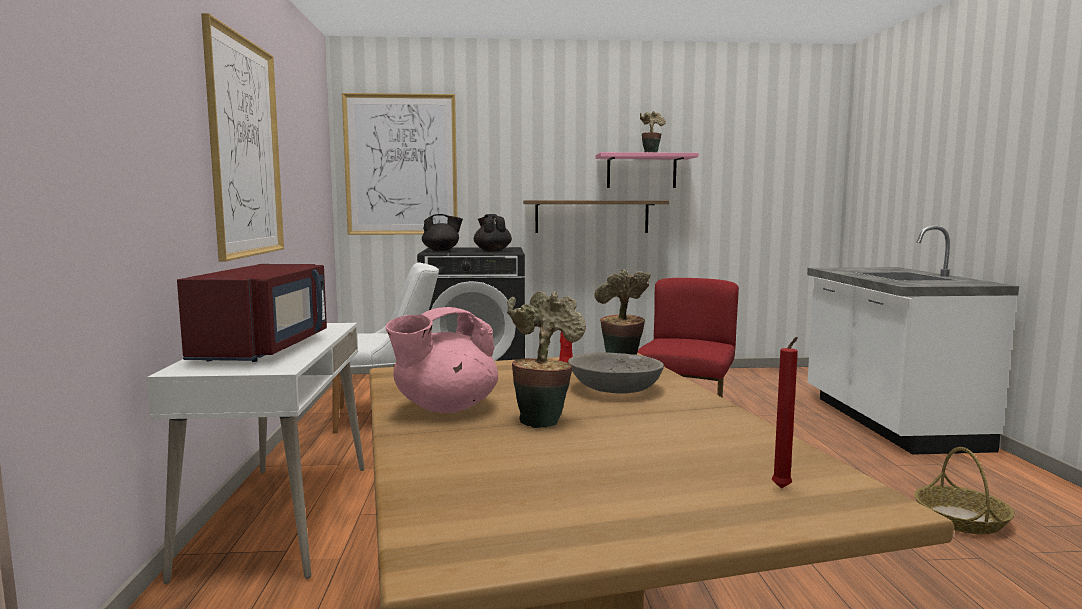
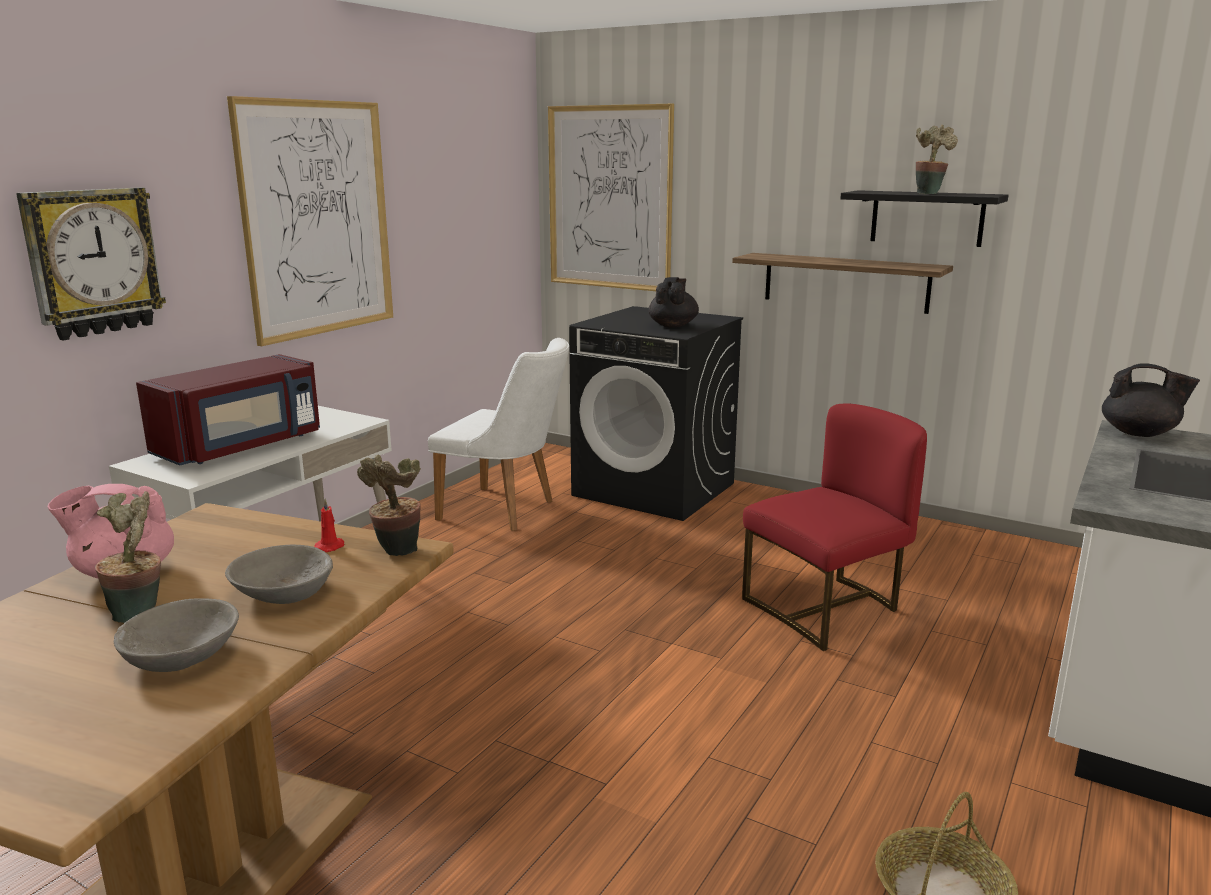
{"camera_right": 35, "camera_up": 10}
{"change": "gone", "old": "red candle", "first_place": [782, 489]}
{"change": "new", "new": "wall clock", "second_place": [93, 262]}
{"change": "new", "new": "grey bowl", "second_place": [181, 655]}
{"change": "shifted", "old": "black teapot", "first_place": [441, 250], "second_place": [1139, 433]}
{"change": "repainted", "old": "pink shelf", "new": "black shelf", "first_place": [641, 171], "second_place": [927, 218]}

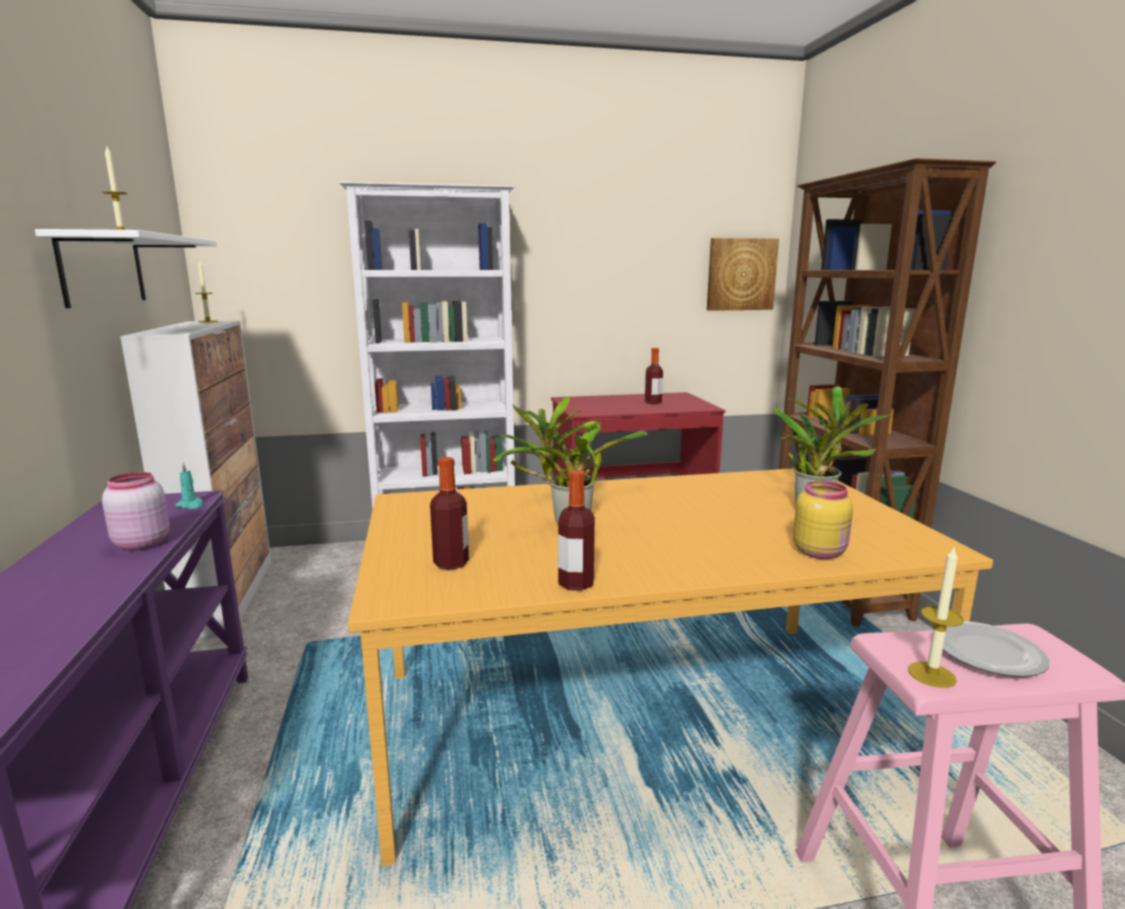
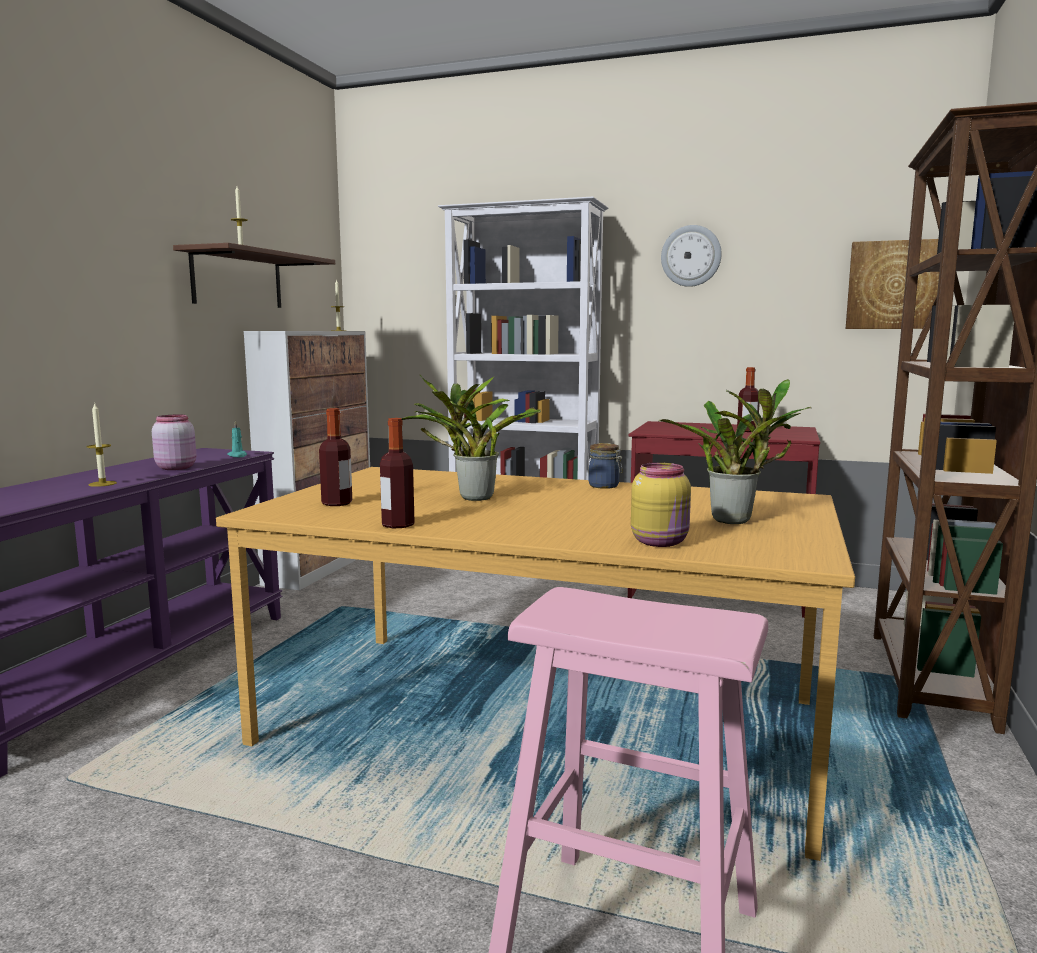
{"camera_right": 30, "camera_up": -5}
{"change": "gone", "old": "plate", "first_place": [986, 653]}
{"change": "new", "new": "jar", "second_place": [605, 486]}
{"change": "new", "new": "wall clock", "second_place": [691, 256]}
{"change": "shifted", "old": "candle", "first_place": [931, 675], "second_place": [102, 484]}
{"change": "repainted", "old": "white shelf", "new": "brown shelf", "first_place": [103, 269], "second_place": [237, 280]}

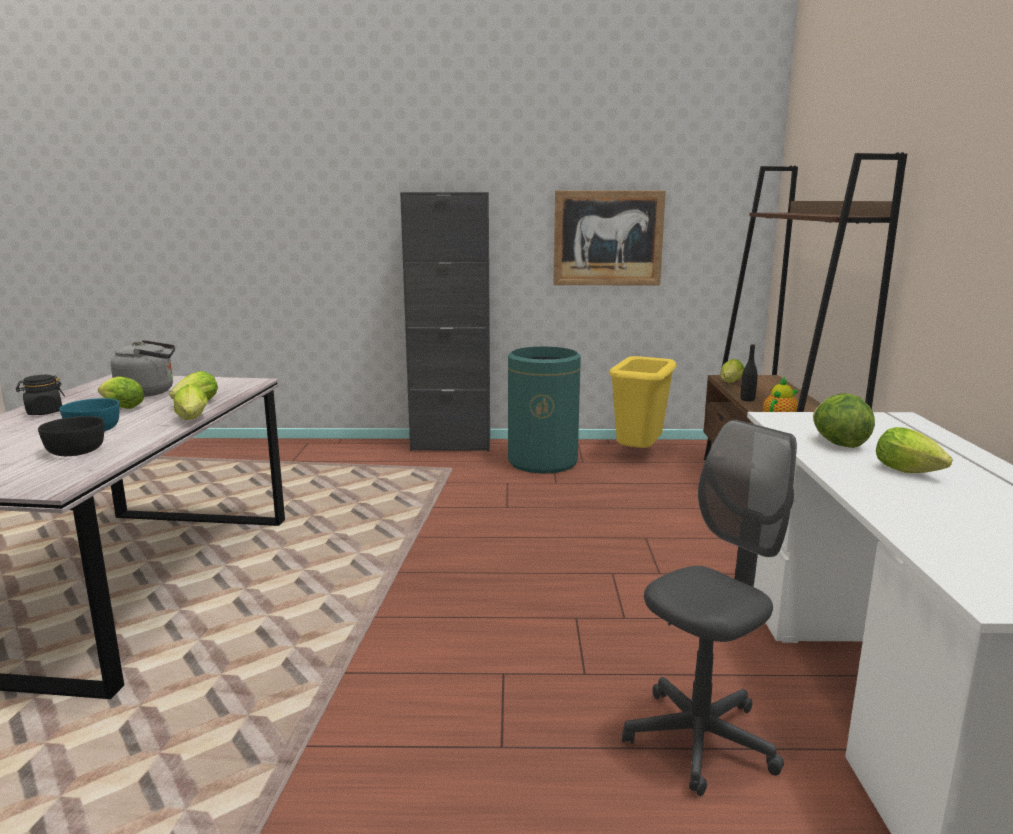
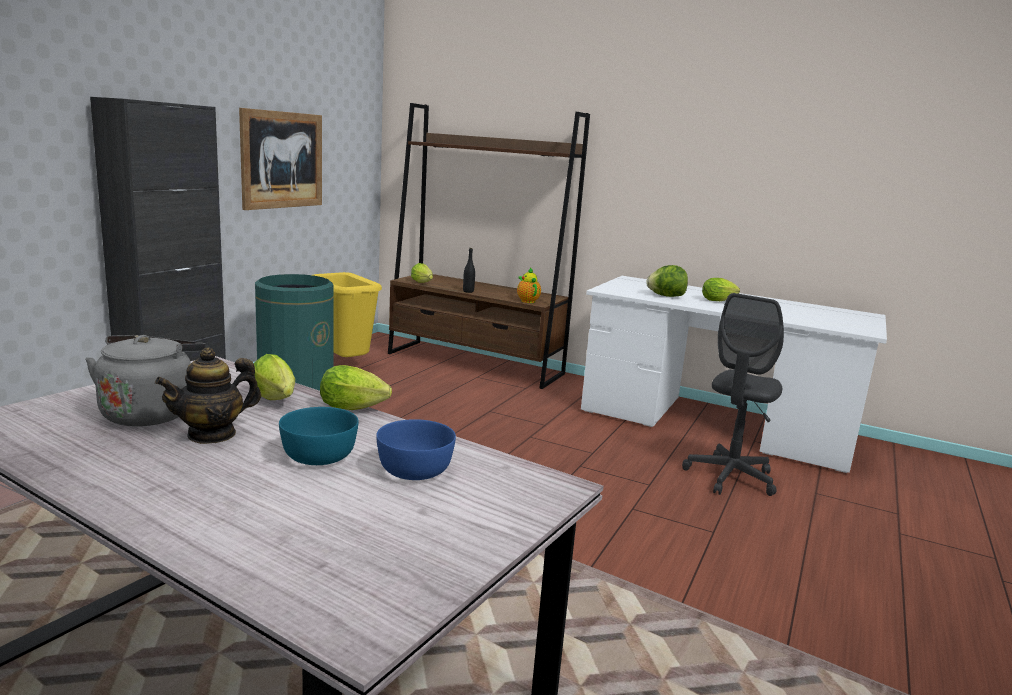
{"camera_right": -65, "camera_up": 0}
{"change": "gone", "old": "black jar", "first_place": [44, 412]}
{"change": "swapped", "old": "lettuce", "new": "teapot", "first_place": [120, 407], "second_place": [212, 434]}
{"change": "repainted", "old": "black bowl", "new": "blue bowl", "first_place": [74, 451], "second_place": [415, 470]}
{"change": "rotated", "old": "grey office chair", "first_place": [700, 740], "second_place": [730, 477], "degrees": -135}

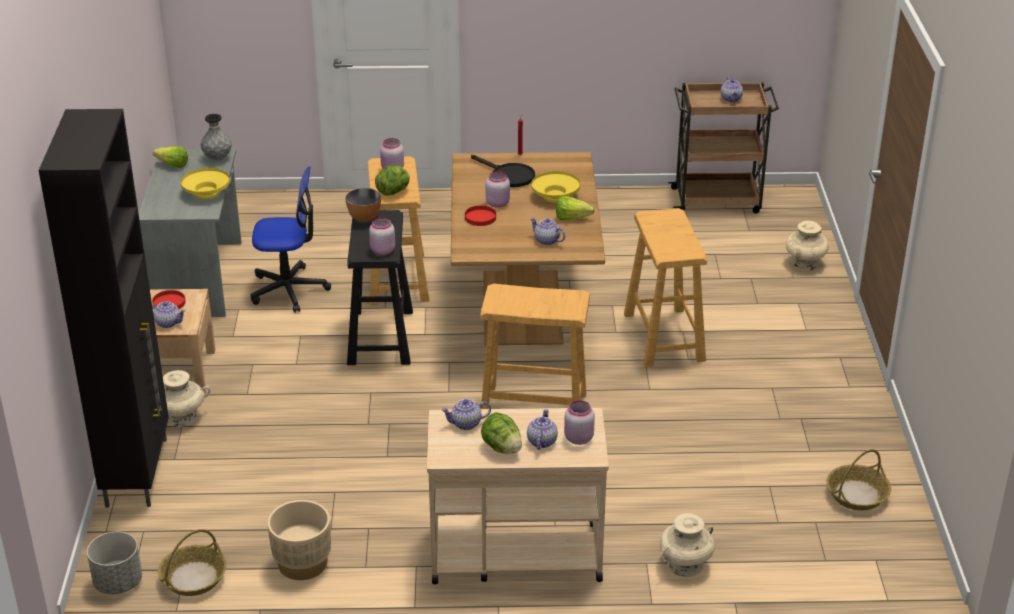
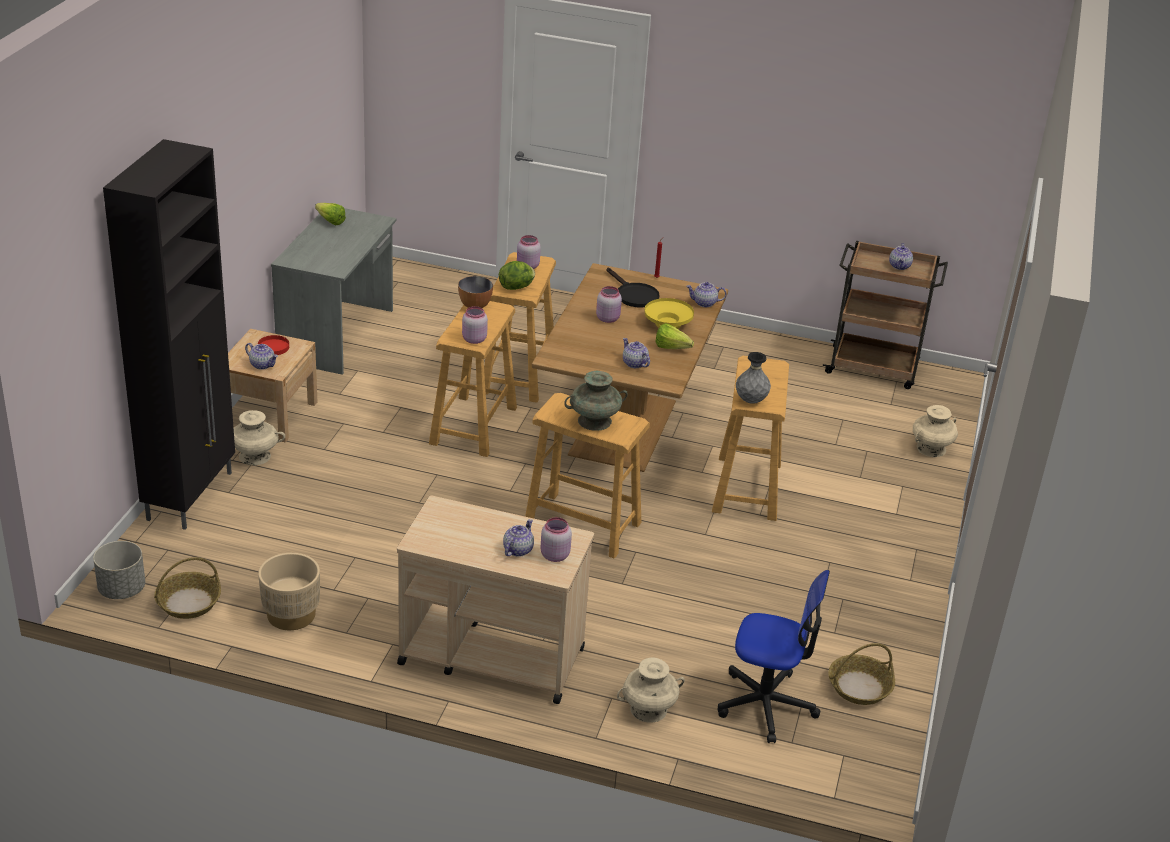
{"camera_right": 15, "camera_up": 0}
{"change": "gone", "old": "yellow bowl", "first_place": [206, 193]}
{"change": "gone", "old": "red plate", "first_place": [480, 217]}
{"change": "gone", "old": "lettuce", "first_place": [502, 448]}
{"change": "new", "new": "turquoise vase", "second_place": [594, 421]}
{"change": "shifted", "old": "grey vase", "first_place": [217, 158], "second_place": [751, 401]}
{"change": "shifted", "old": "office chair", "first_place": [289, 289], "second_place": [766, 704]}
{"change": "shifted", "old": "teapot", "first_place": [466, 424], "second_place": [704, 303]}
{"change": "repainted", "old": "black stool", "new": "beige stool", "first_place": [380, 337], "second_place": [474, 425]}

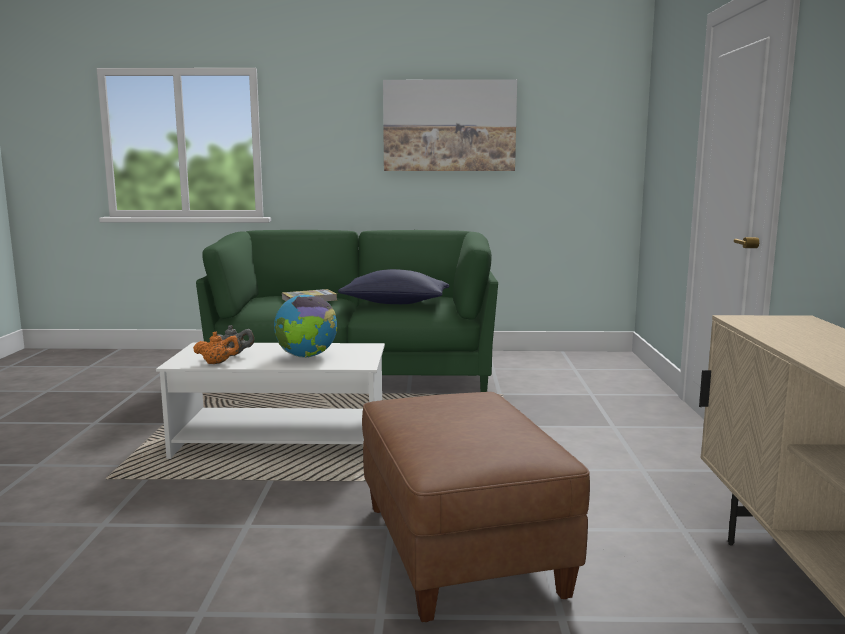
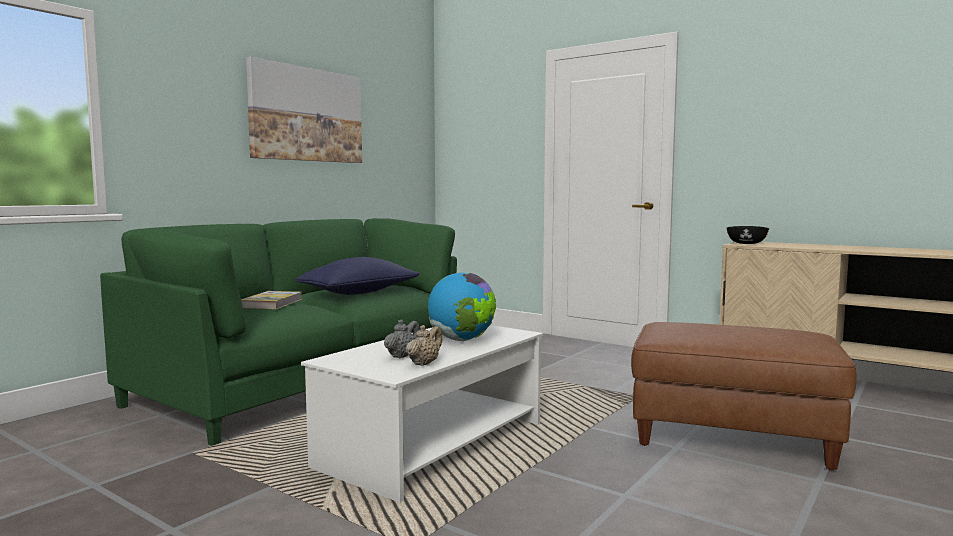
{"camera_right": -55, "camera_up": -5}
{"change": "new", "new": "black bowl", "second_place": [746, 243]}
{"change": "repainted", "old": "orange teapot", "new": "beige teapot", "first_place": [217, 363], "second_place": [424, 363]}

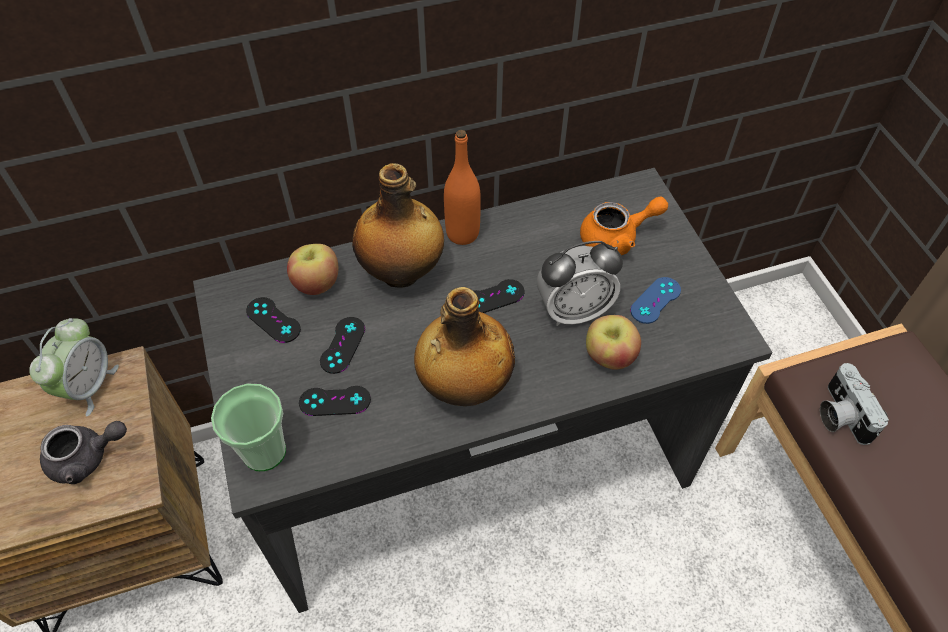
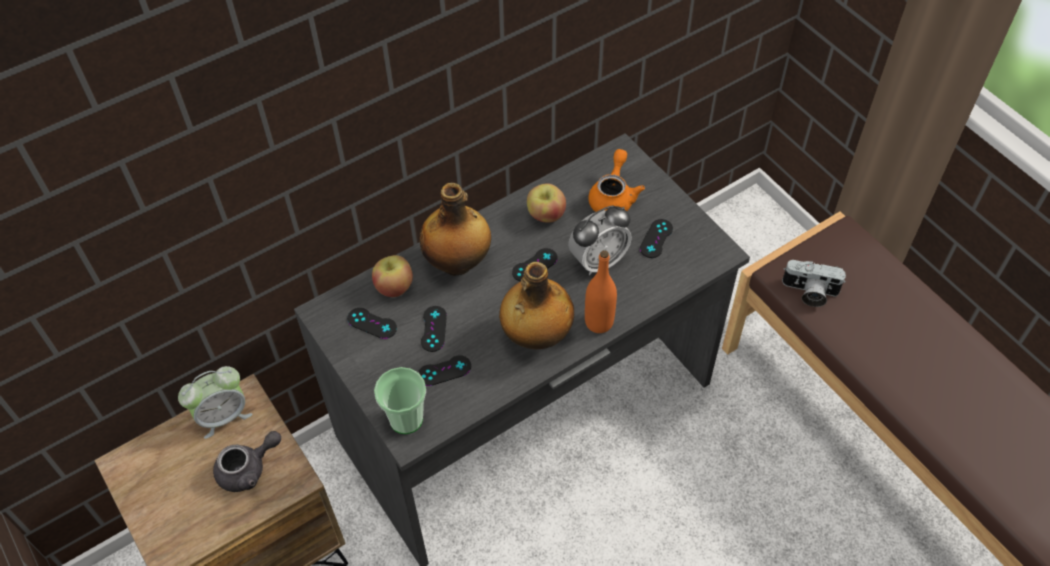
{"camera_right": -15, "camera_up": 0}
{"change": "shifted", "old": "orange bottle", "first_place": [462, 233], "second_place": [599, 322]}
{"change": "shifted", "old": "apple", "first_place": [609, 356], "second_place": [546, 215]}
{"change": "repainted", "old": "blue game controller", "new": "black game controller", "first_place": [655, 300], "second_place": [656, 238]}
{"change": "rotated", "old": "alarm clock", "first_place": [88, 386], "second_place": [223, 416], "degrees": 60}
{"change": "rotated", "old": "orange teapot", "first_place": [617, 238], "second_place": [613, 197], "degrees": -45}
{"change": "rotated", "old": "photo camera", "first_place": [839, 415], "second_place": [809, 292], "degrees": -45}

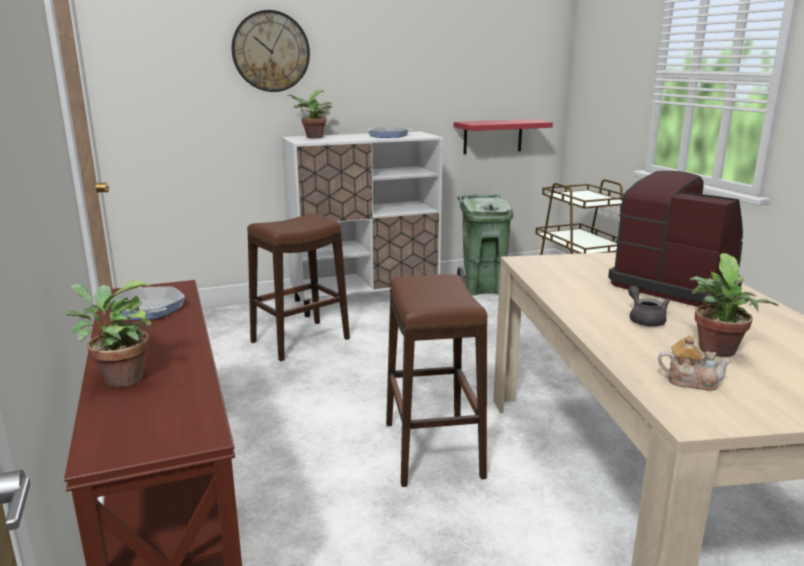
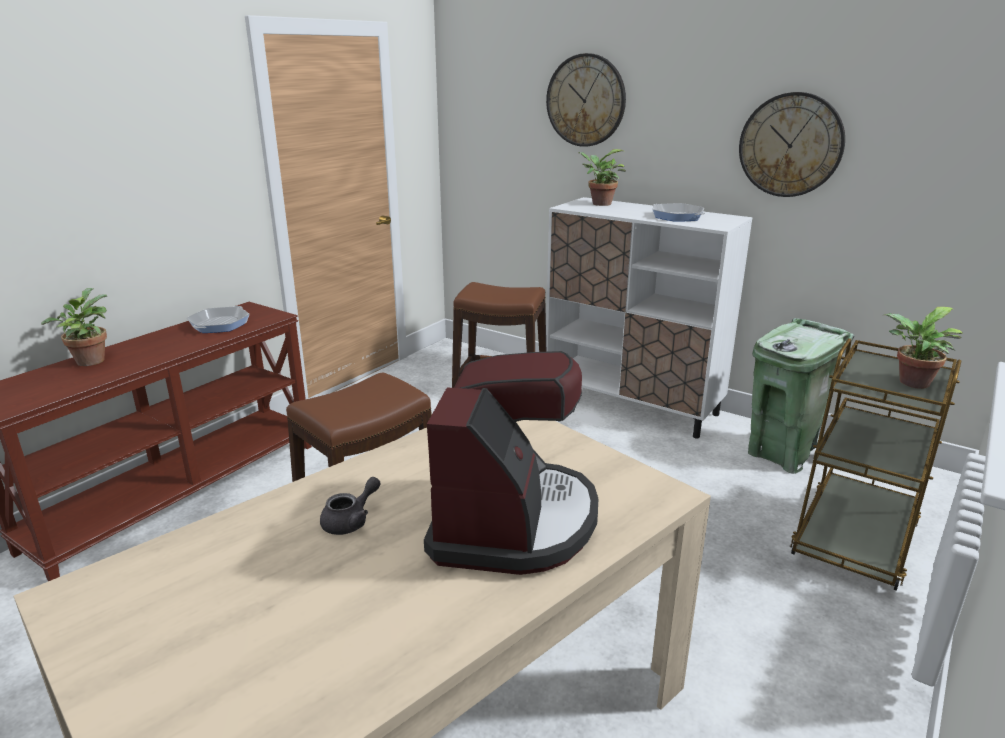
{"camera_right": 55, "camera_up": 5}
{"change": "gone", "old": "red shelf", "first_place": [493, 136]}
{"change": "gone", "old": "teapot", "first_place": [690, 381]}
{"change": "new", "new": "wall clock", "second_place": [790, 145]}
{"change": "shifted", "old": "potted plant", "first_place": [717, 352], "second_place": [910, 383]}

